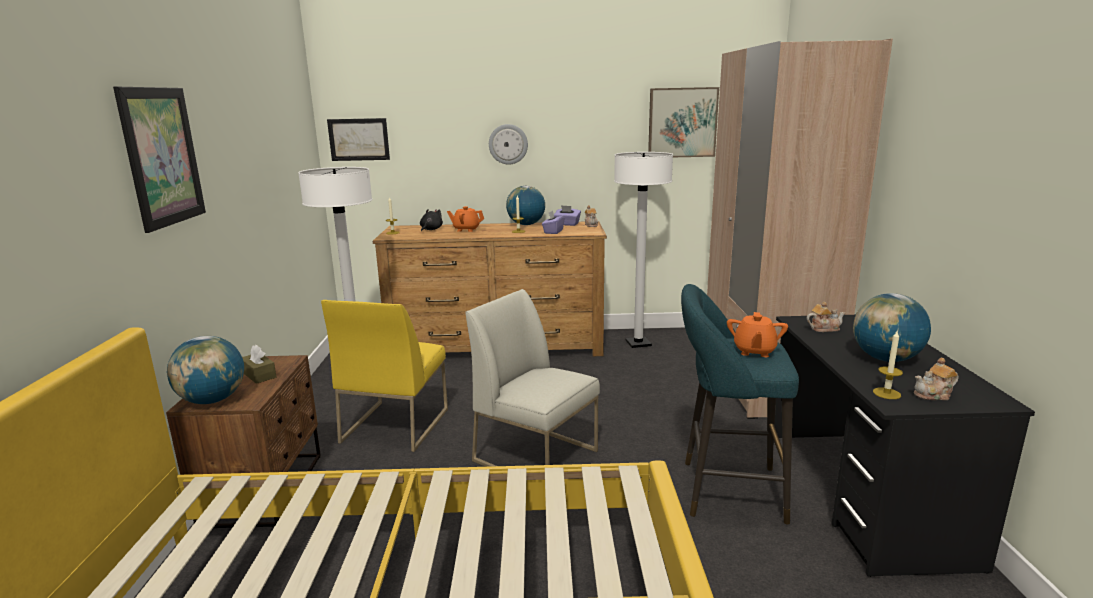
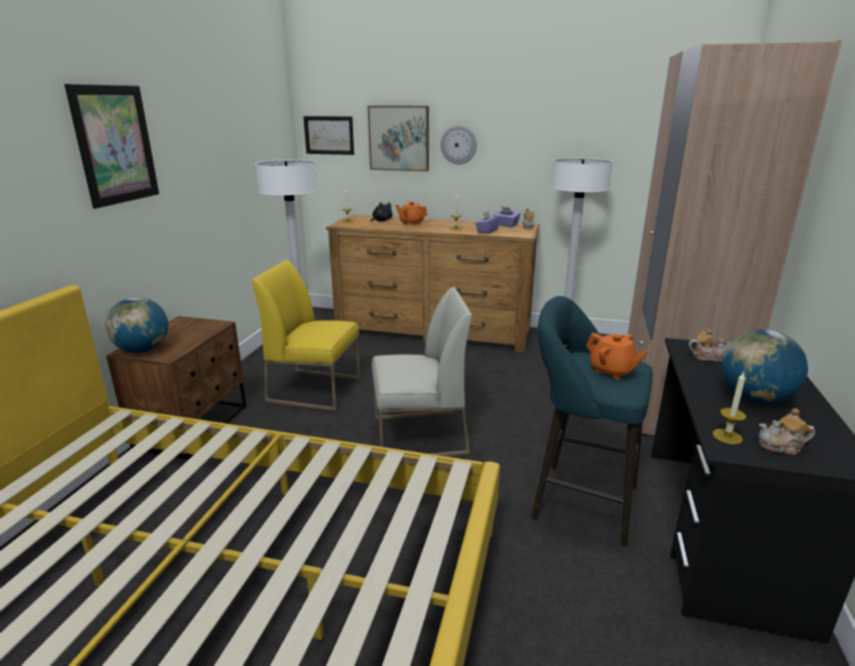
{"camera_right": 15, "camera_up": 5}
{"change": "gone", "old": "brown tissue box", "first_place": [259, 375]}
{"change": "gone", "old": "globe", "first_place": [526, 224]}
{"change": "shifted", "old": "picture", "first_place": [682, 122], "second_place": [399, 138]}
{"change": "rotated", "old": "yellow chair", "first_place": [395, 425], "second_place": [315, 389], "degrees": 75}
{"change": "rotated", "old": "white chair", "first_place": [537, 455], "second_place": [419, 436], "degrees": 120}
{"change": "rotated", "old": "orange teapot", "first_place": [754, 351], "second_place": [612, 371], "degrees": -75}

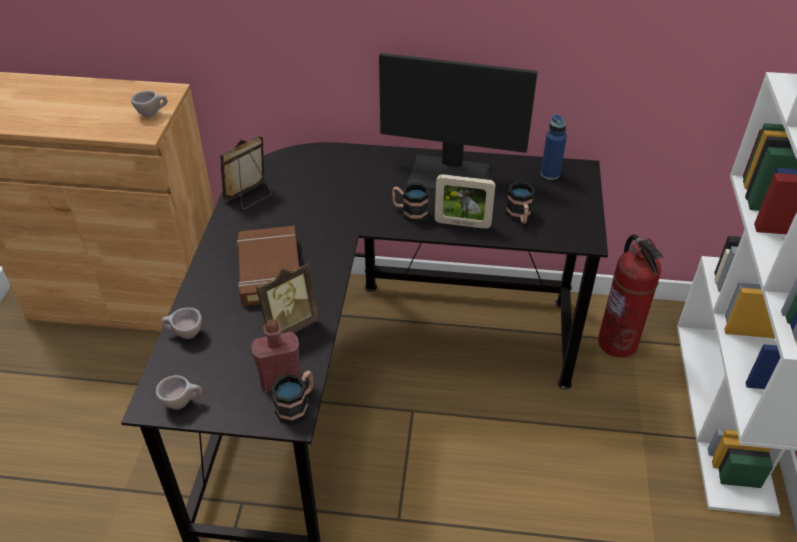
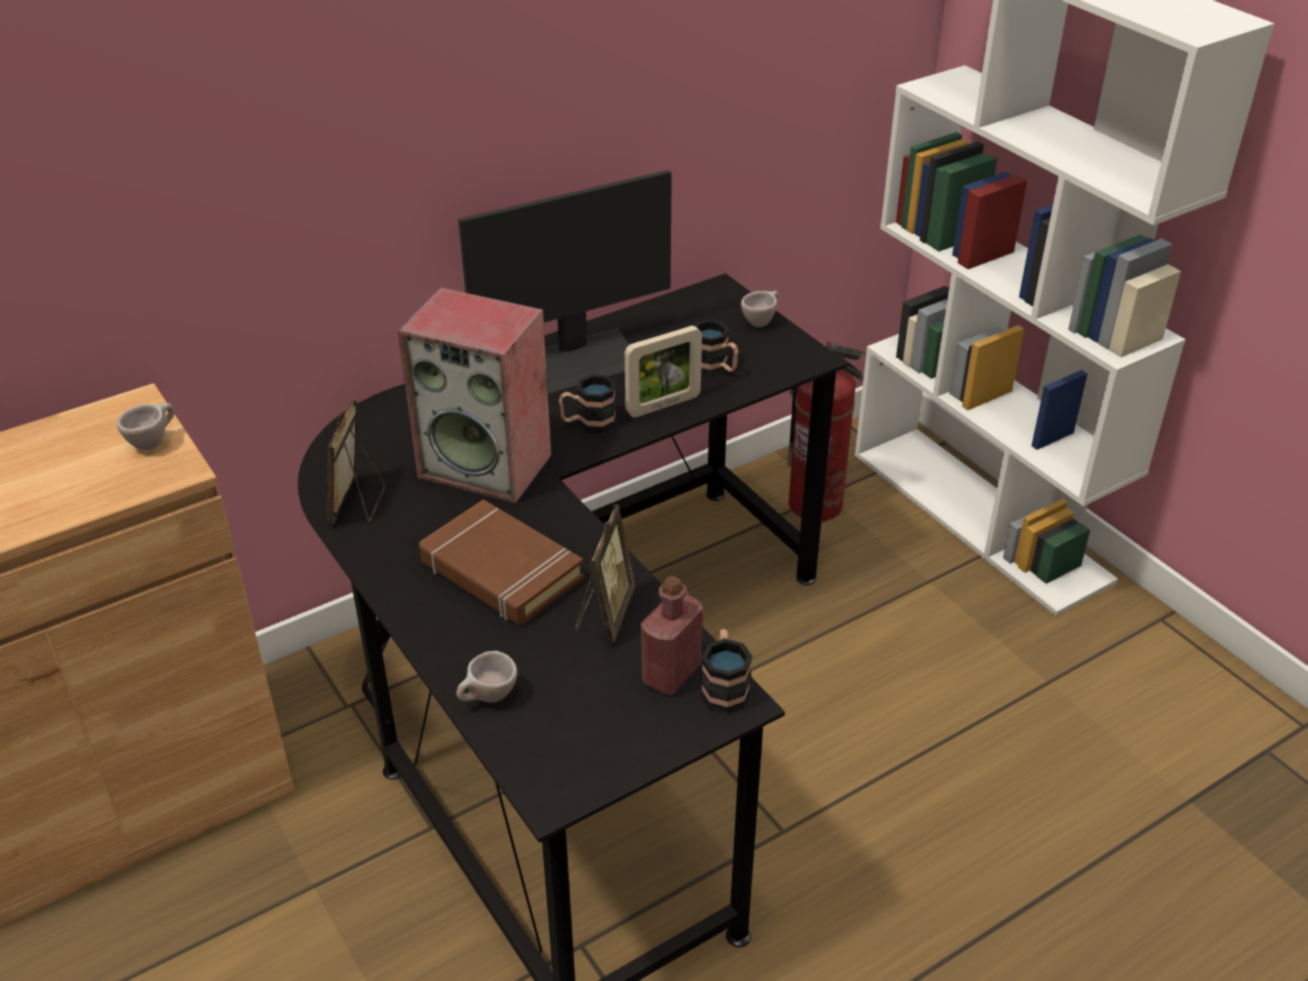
{"camera_right": -40, "camera_up": -5}
{"change": "gone", "old": "blue bottle", "first_place": [550, 174]}
{"change": "new", "new": "speaker", "second_place": [487, 465]}
{"change": "shifted", "old": "beige cup", "first_place": [182, 402], "second_place": [761, 321]}

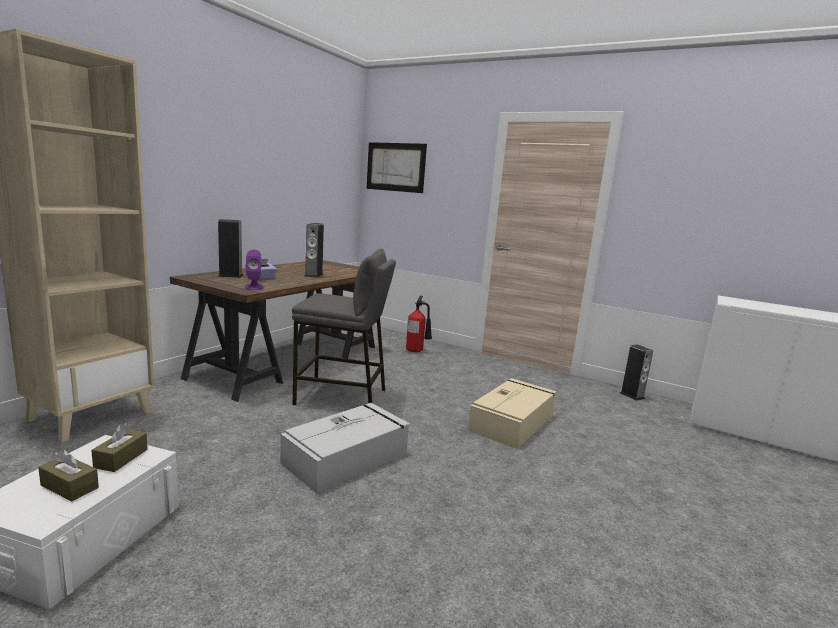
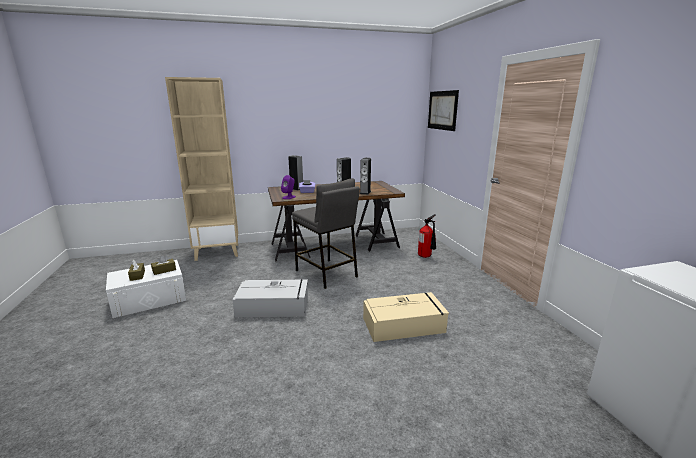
{"camera_right": 45, "camera_up": 5}
{"change": "shifted", "old": "speaker", "first_place": [632, 395], "second_place": [365, 192]}

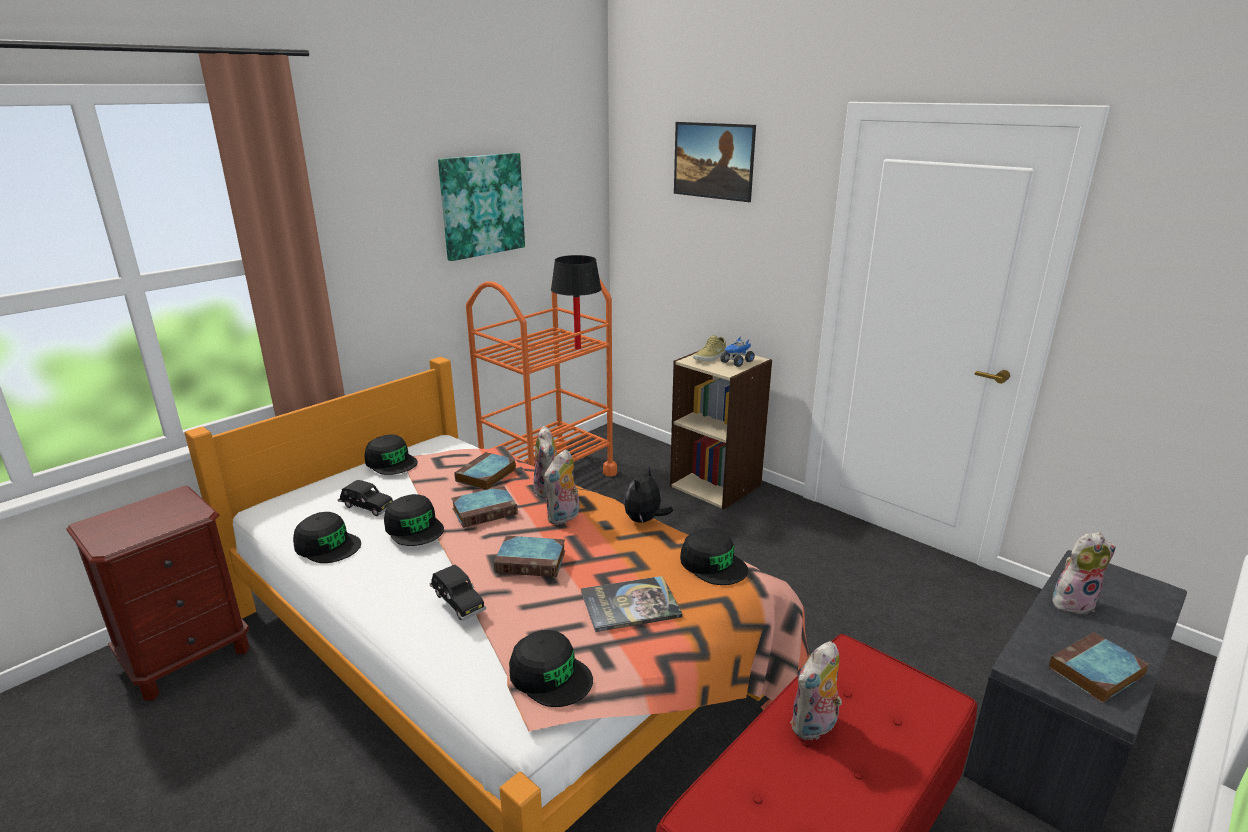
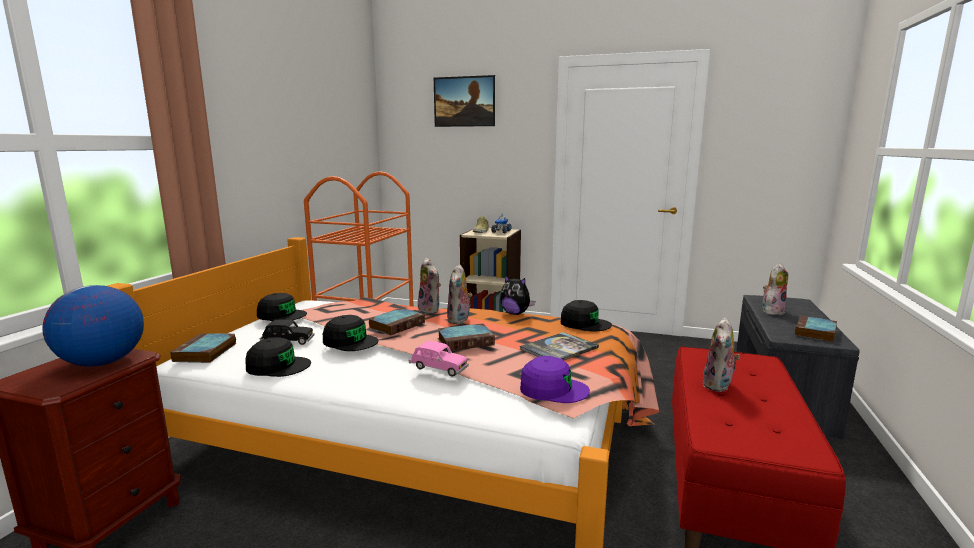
{"camera_right": -25, "camera_up": -10}
{"change": "gone", "old": "picture", "first_place": [482, 205]}
{"change": "gone", "old": "black table lamp", "first_place": [577, 348]}
{"change": "new", "new": "globe", "second_place": [102, 363]}
{"change": "shifted", "old": "book", "first_place": [486, 475], "second_place": [205, 352]}
{"change": "repainted", "old": "black toy car", "new": "pink toy car", "first_place": [457, 602], "second_place": [438, 369]}
{"change": "repainted", "old": "black cap", "new": "purple cap", "first_place": [550, 675], "second_place": [553, 389]}
{"change": "rotated", "old": "plush toy", "first_place": [644, 520], "second_place": [515, 313], "degrees": -60}

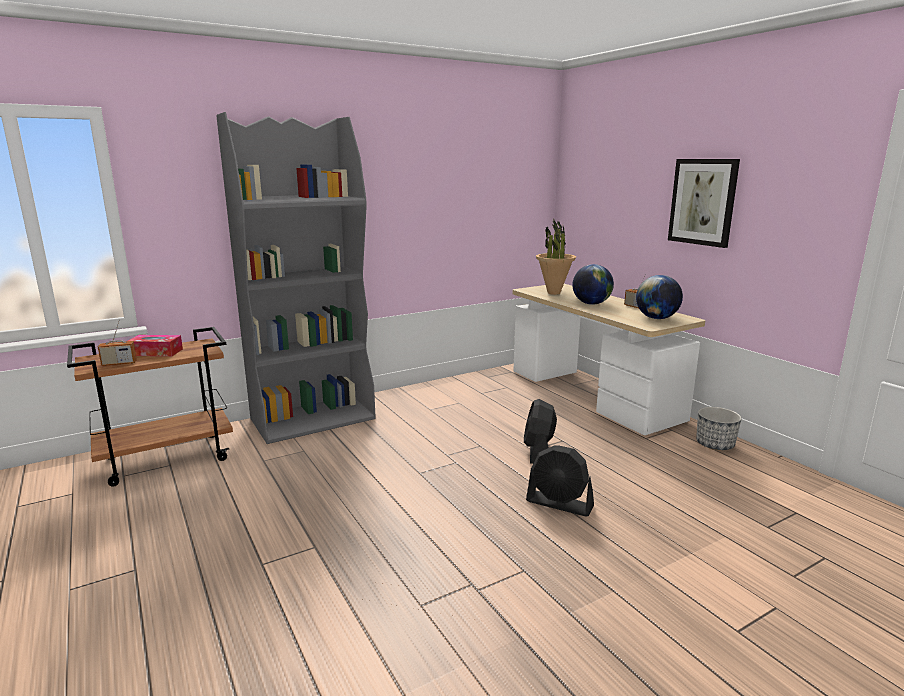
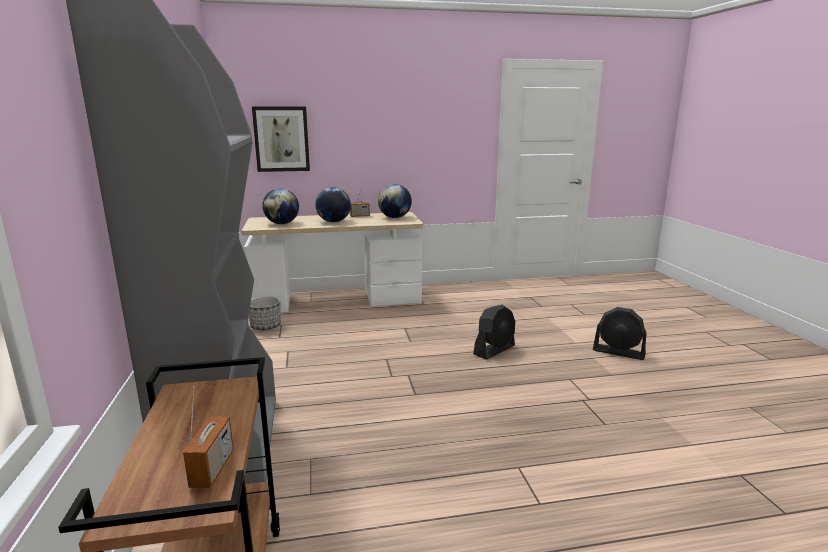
{"camera_right": -70, "camera_up": 0}
{"change": "gone", "old": "tissue box", "first_place": [156, 352]}
{"change": "shifted", "old": "black fan", "first_place": [538, 452], "second_place": [619, 352]}
{"change": "shifted", "old": "picture", "first_place": [703, 202], "second_place": [281, 139]}
{"change": "shifted", "old": "planter", "first_place": [715, 445], "second_place": [266, 326]}
{"change": "swapped", "old": "potted plant", "new": "globe", "first_place": [554, 293], "second_place": [282, 223]}

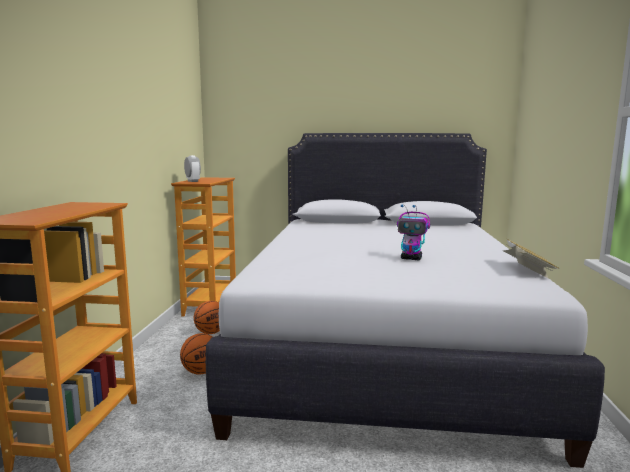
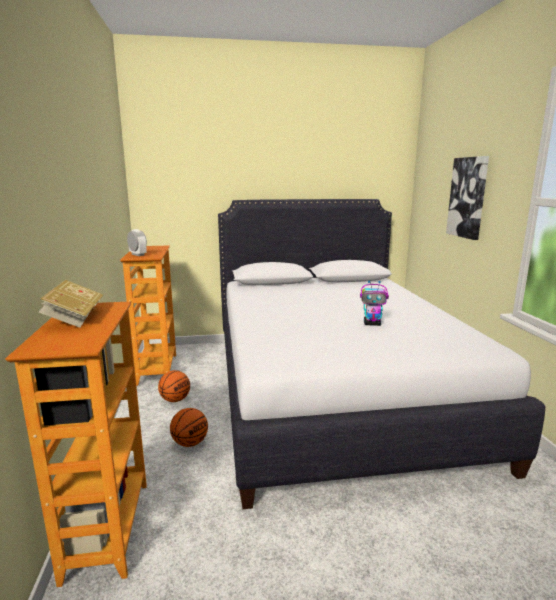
{"camera_right": -15, "camera_up": 5}
{"change": "new", "new": "picture", "second_place": [468, 197]}
{"change": "shifted", "old": "book", "first_place": [526, 270], "second_place": [75, 318]}

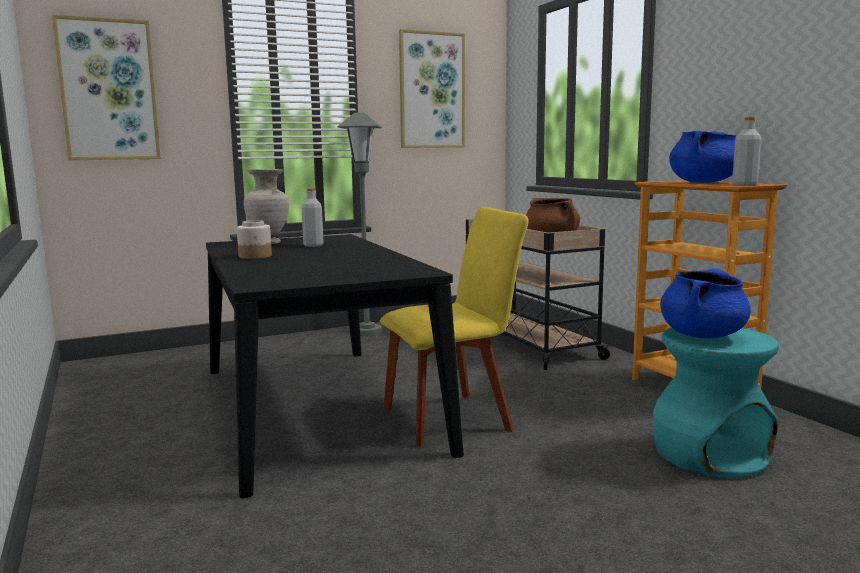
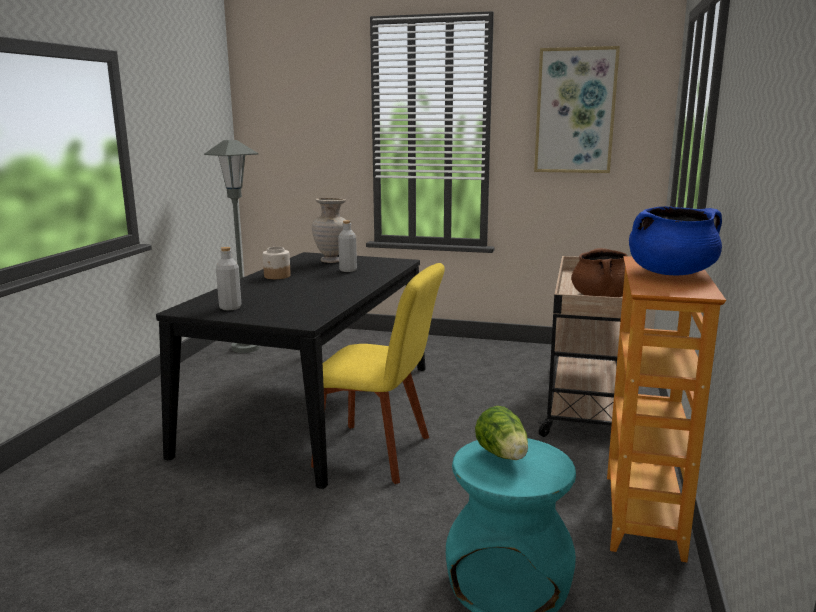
{"camera_right": 40, "camera_up": 5}
{"change": "gone", "old": "picture", "first_place": [108, 90]}
{"change": "shifted", "old": "grey floor lamp", "first_place": [367, 331], "second_place": [245, 348]}
{"change": "shifted", "old": "grey bottle", "first_place": [744, 184], "second_place": [230, 307]}
{"change": "swapped", "old": "blue cooking pot", "new": "lettuce", "first_place": [702, 335], "second_place": [503, 455]}

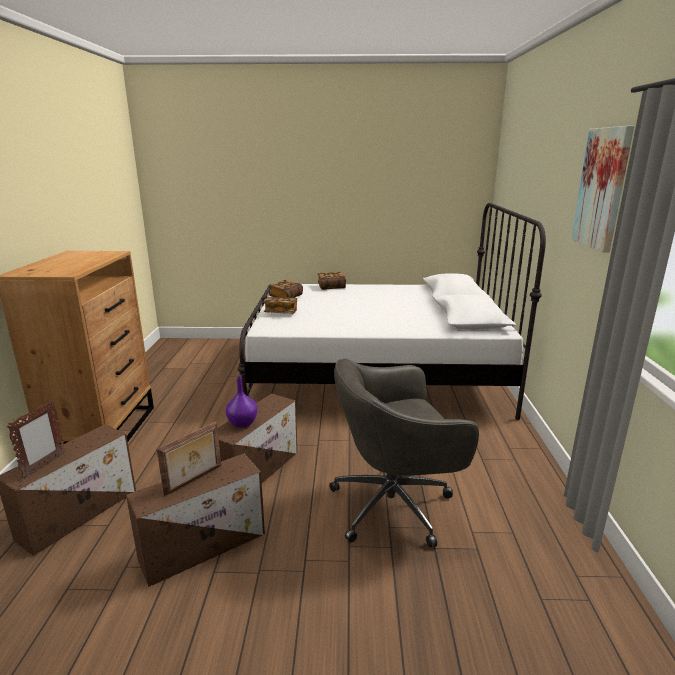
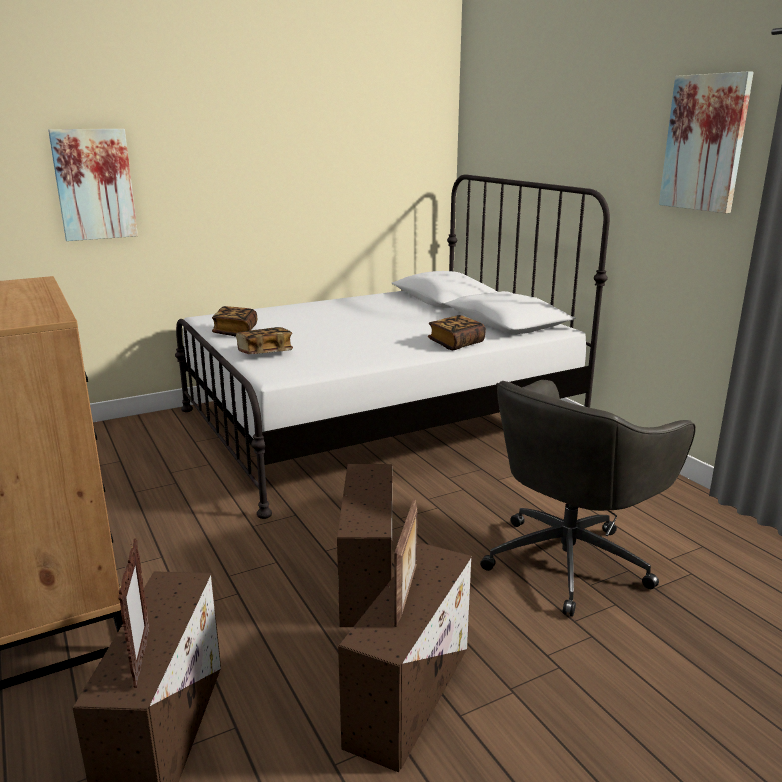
{"camera_right": -30, "camera_up": 0}
{"change": "gone", "old": "purple vase", "first_place": [243, 423]}
{"change": "new", "new": "picture", "second_place": [94, 184]}
{"change": "shifted", "old": "book", "first_place": [331, 287], "second_place": [456, 343]}

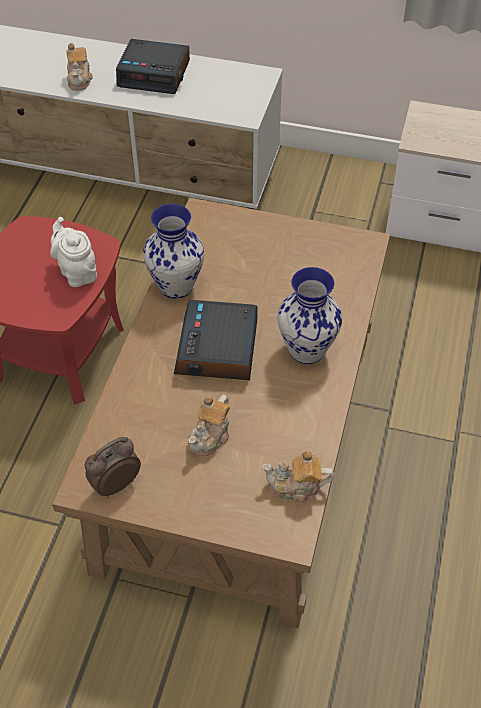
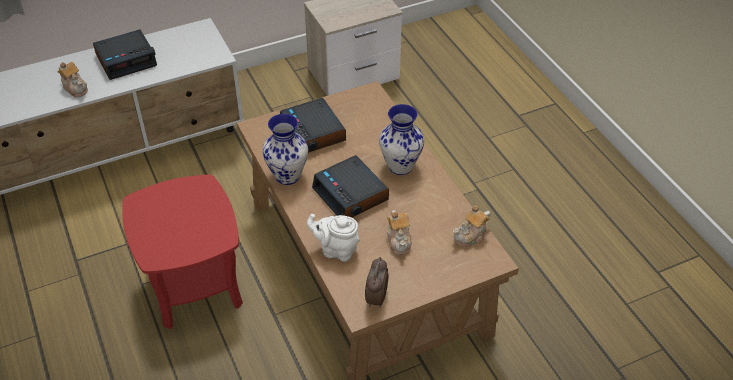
{"camera_right": -40, "camera_up": -5}
{"change": "new", "new": "alarm clock", "second_place": [313, 133]}
{"change": "shifted", "old": "white teapot", "first_place": [77, 272], "second_place": [336, 250]}

